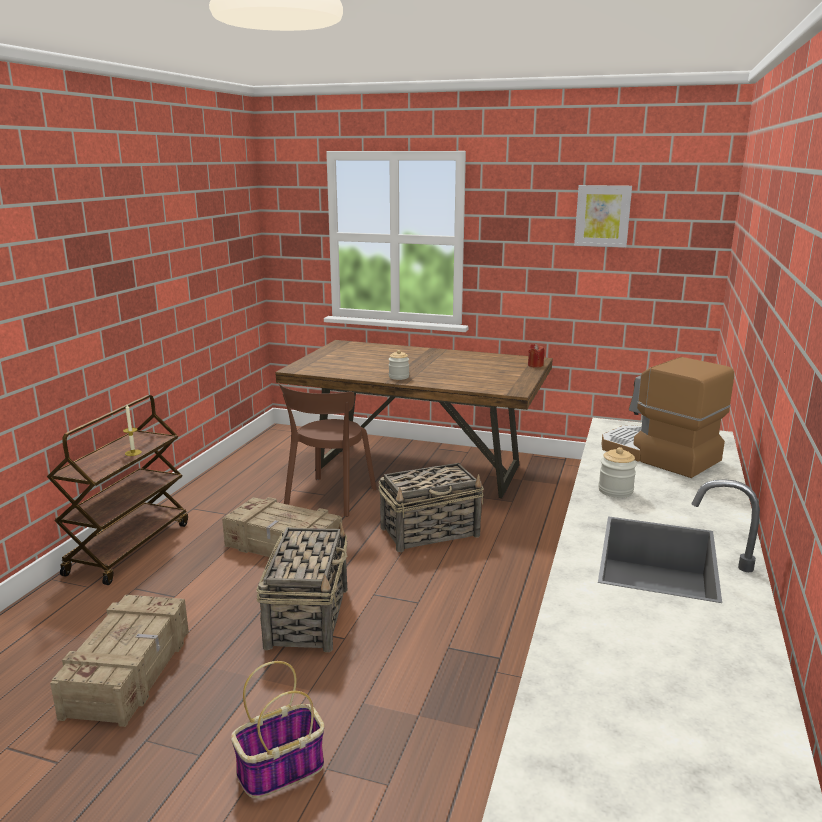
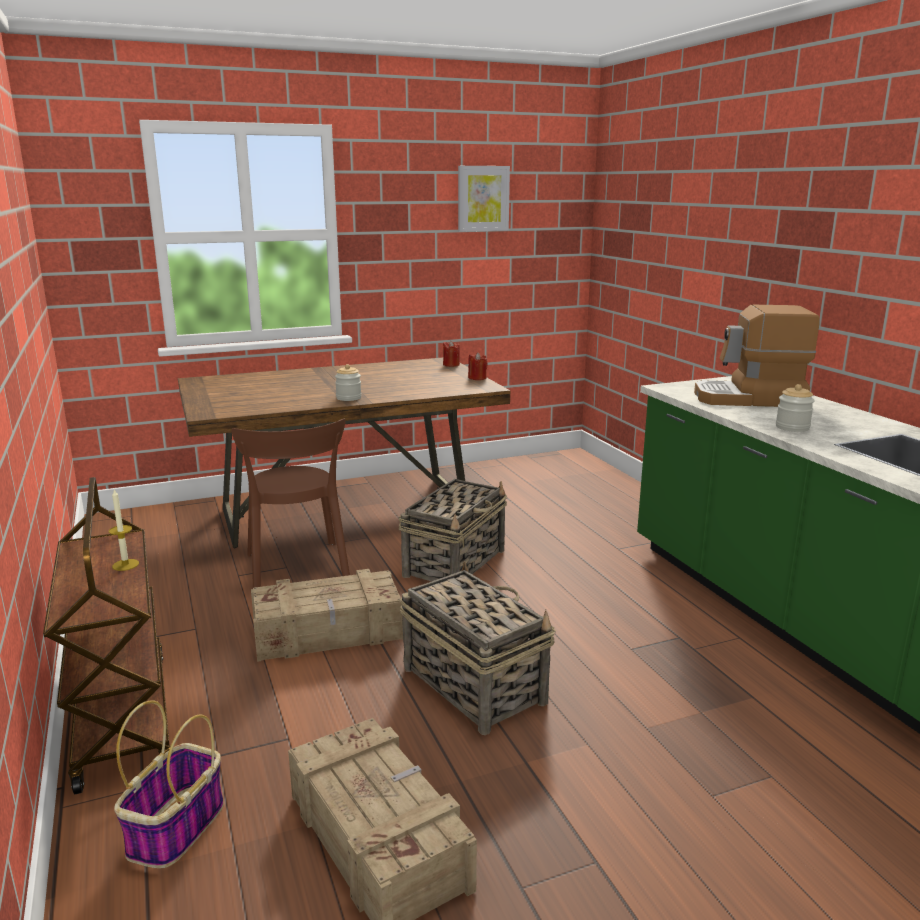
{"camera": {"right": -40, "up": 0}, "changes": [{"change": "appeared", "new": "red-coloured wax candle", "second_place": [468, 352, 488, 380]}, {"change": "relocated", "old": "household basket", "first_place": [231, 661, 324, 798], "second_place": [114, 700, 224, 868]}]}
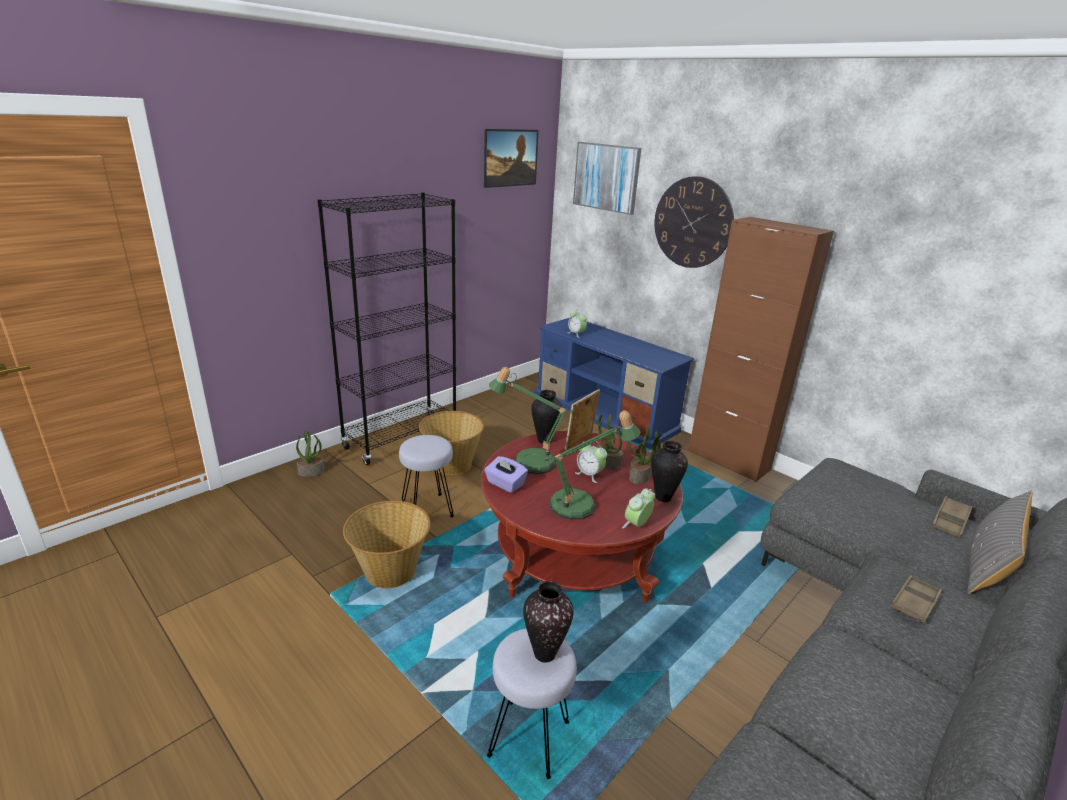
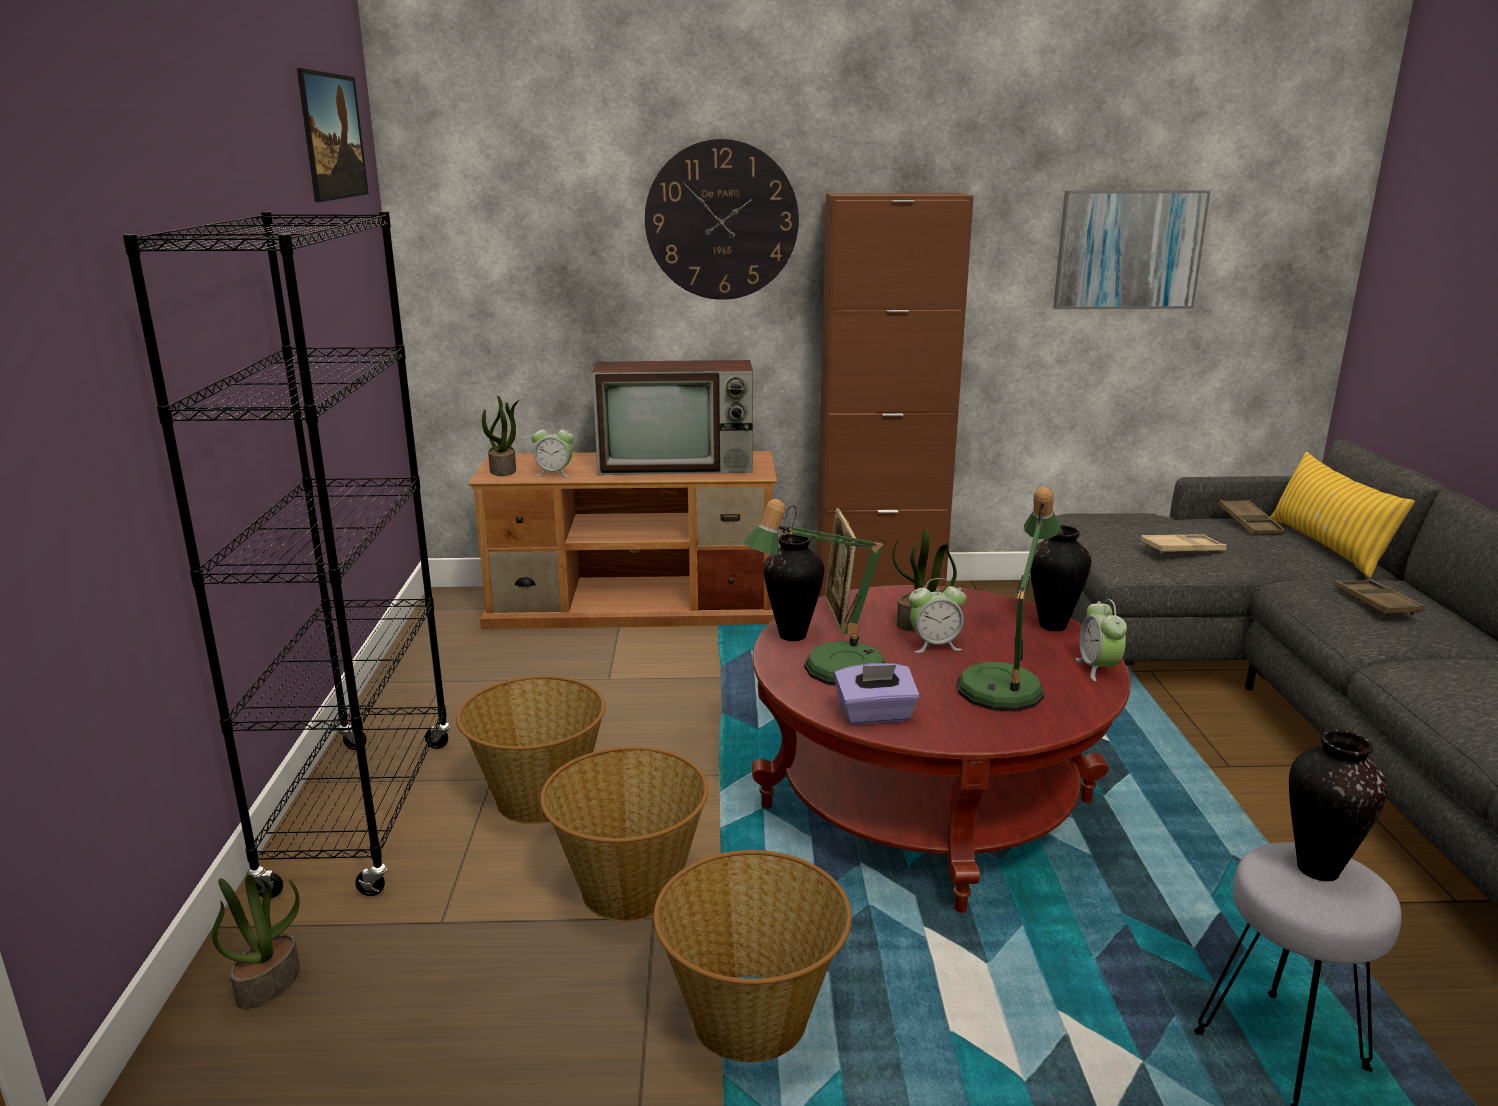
{"camera": {"right": -45, "up": -5}, "changes": [{"change": "appeared", "new": "TV set", "second_place": [592, 360, 753, 475]}, {"change": "appeared", "new": "sand-coloured tray", "second_place": [1140, 534, 1227, 554]}, {"change": "relocated", "old": "picture", "first_place": [573, 142, 641, 215], "second_place": [1053, 190, 1211, 309]}, {"change": "relocated", "old": "potted plant", "first_place": [628, 427, 662, 484], "second_place": [482, 396, 519, 476]}, {"change": "exchanged", "old": "greyish sitting stool", "new": "household basket", "first_place": [399, 435, 454, 517], "second_place": [540, 747, 709, 922]}, {"change": "colour", "old": "bluish tv stand", "new": "brownish tv stand", "first_place": [534, 318, 694, 449], "second_place": [468, 451, 777, 629]}, {"change": "colour", "old": "greyish pillow", "new": "yellowish pillow", "first_place": [967, 491, 1033, 594], "second_place": [1270, 452, 1415, 578]}]}
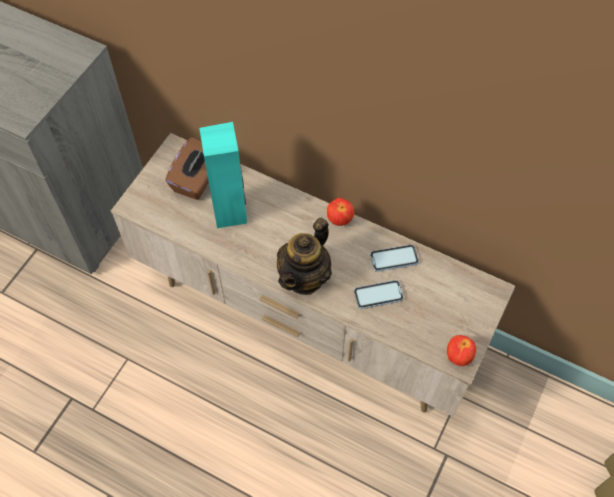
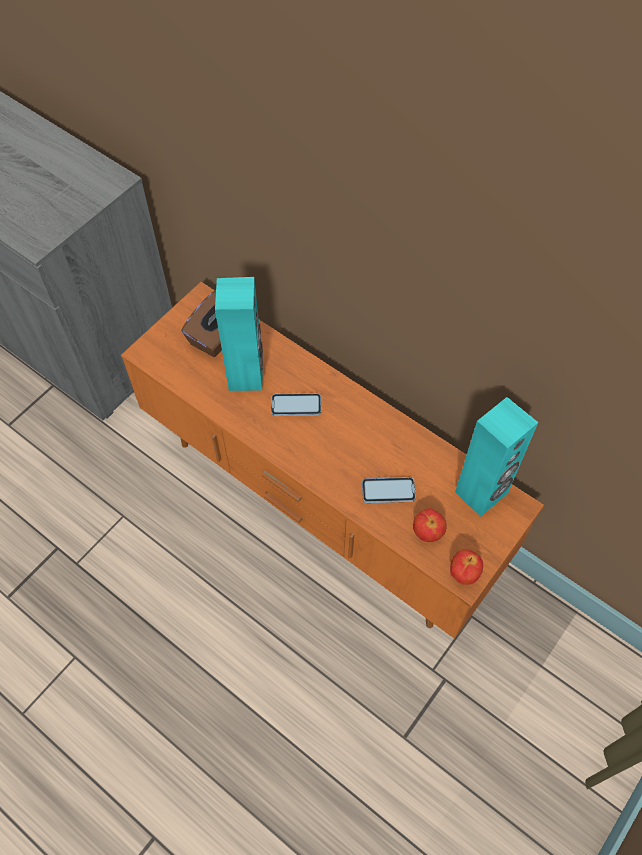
{"camera": {"right": 10, "up": 0}, "changes": [{"change": "missing", "old": "tea pot", "first_place": [277, 218, 332, 295]}, {"change": "appeared", "new": "turquoise speaker", "second_place": [455, 397, 538, 517]}, {"change": "relocated", "old": "apple", "first_place": [327, 198, 354, 226], "second_place": [413, 508, 447, 542]}, {"change": "relocated", "old": "handset", "first_place": [370, 245, 419, 272], "second_place": [271, 393, 321, 416]}, {"change": "colour", "old": "sand-coloured tv stand", "new": "orange-coloured tv stand", "first_place": [111, 133, 515, 417], "second_place": [121, 282, 544, 639]}]}
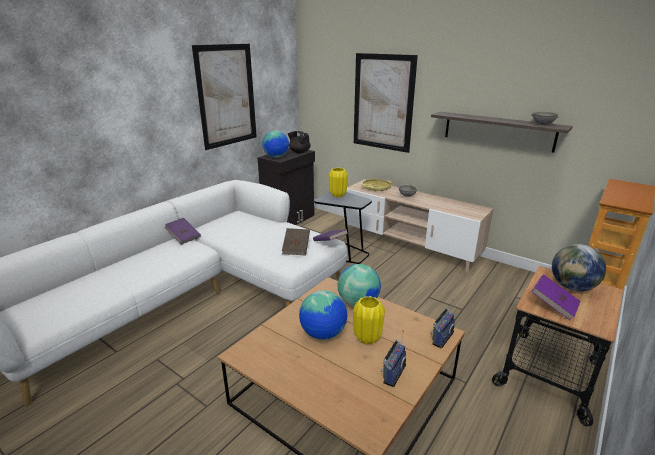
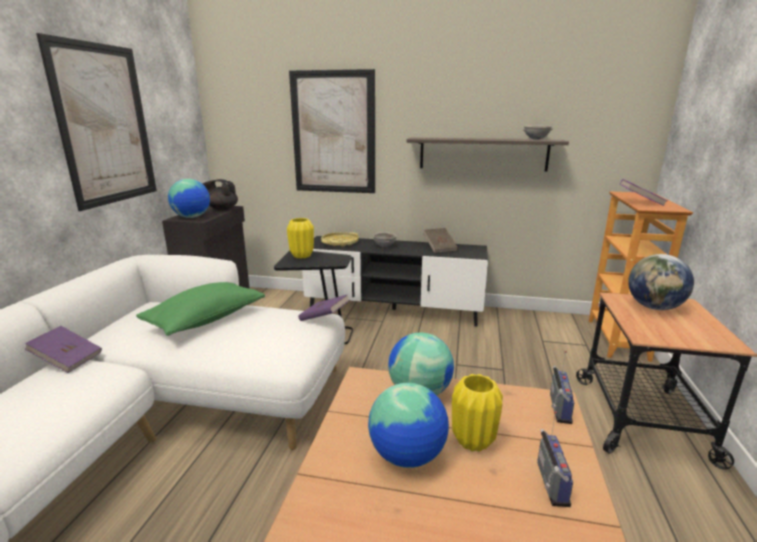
{"camera": {"right": -25, "up": -5}, "changes": [{"change": "appeared", "new": "green-coloured pillow", "second_place": [136, 282, 265, 336]}, {"change": "relocated", "old": "brownish book", "first_place": [282, 228, 310, 255], "second_place": [423, 228, 458, 253]}, {"change": "relocated", "old": "purple book", "first_place": [532, 274, 580, 320], "second_place": [620, 179, 668, 206]}, {"change": "colour", "old": "sand-coloured tv stand", "new": "black-coloured tv stand", "first_place": [344, 179, 493, 273], "second_place": [302, 236, 488, 326]}]}
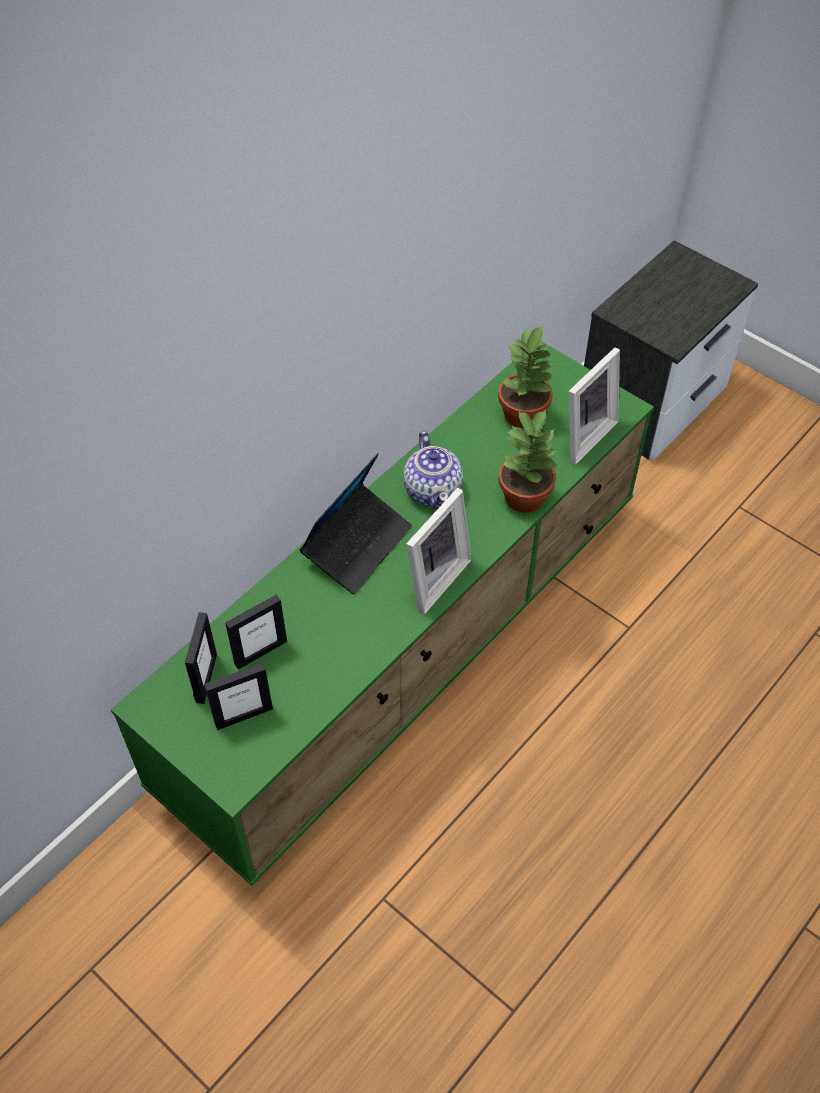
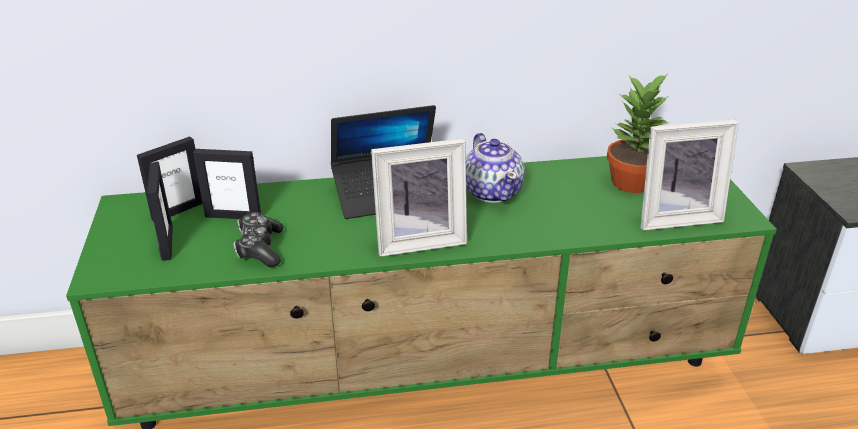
{"camera": {"right": 40, "up": -20}, "changes": [{"change": "missing", "old": "potted plant", "first_place": [498, 409, 560, 513]}, {"change": "appeared", "new": "game controller", "second_place": [233, 212, 284, 267]}, {"change": "spun", "old": "standing frame", "first_place": [204, 663, 273, 730], "second_place": [147, 162, 173, 261], "degrees": -120}, {"change": "spun", "old": "tea pot", "first_place": [403, 431, 463, 510], "second_place": [466, 133, 525, 203], "degrees": -45}]}
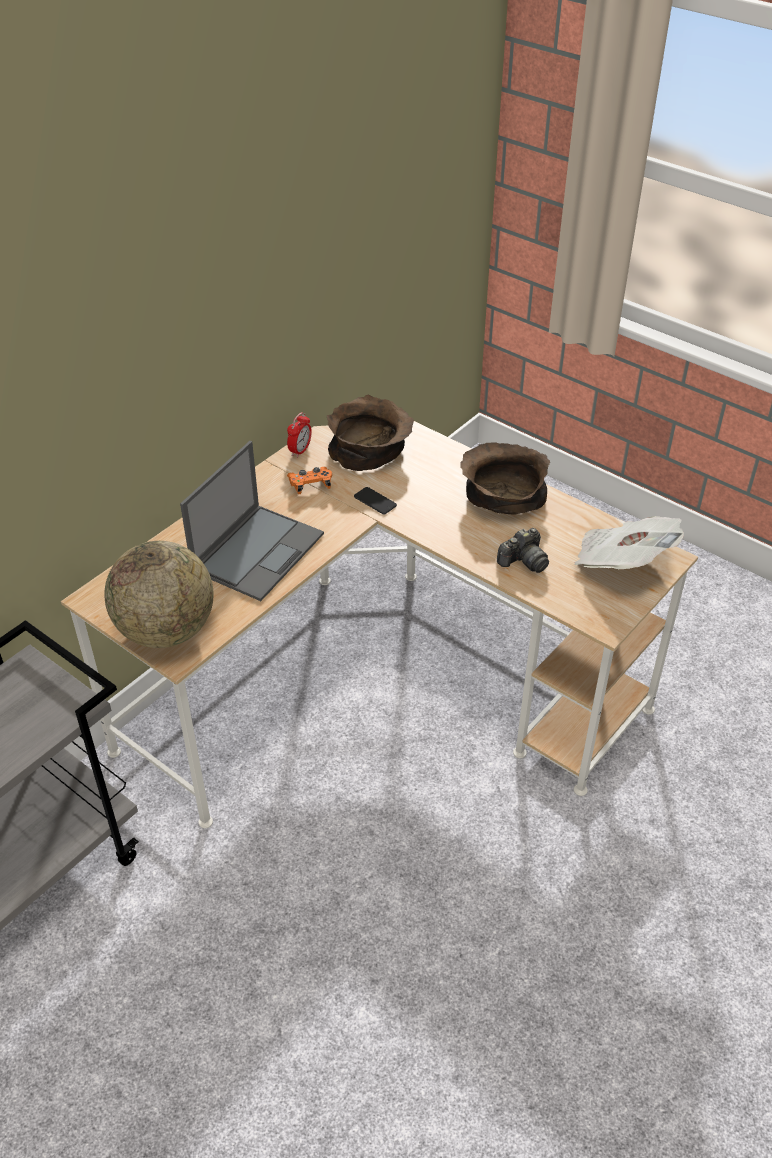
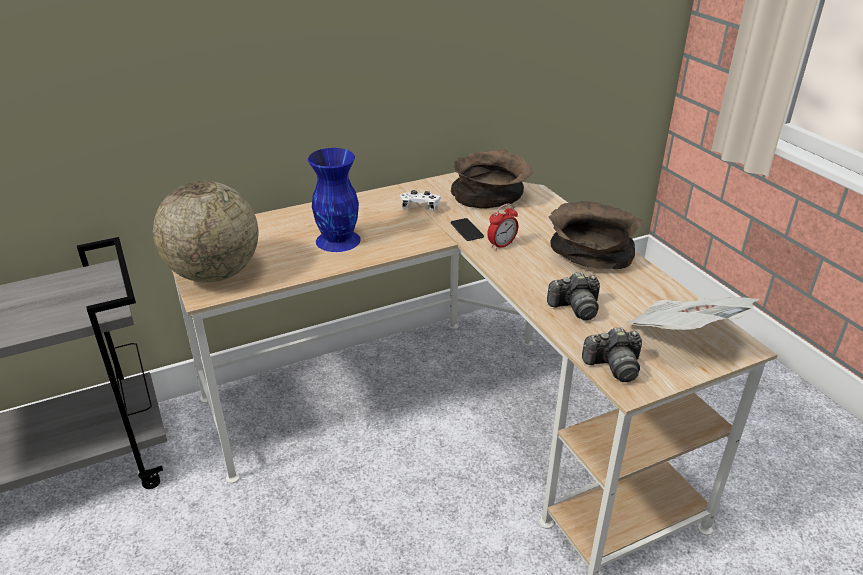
{"camera": {"right": 25, "up": -10}, "changes": [{"change": "appeared", "new": "still camera", "second_place": [582, 327, 642, 382]}, {"change": "relocated", "old": "alarm clock", "first_place": [287, 412, 312, 458], "second_place": [487, 204, 518, 250]}, {"change": "exchanged", "old": "laptop", "new": "bluish decorative vase", "first_place": [180, 441, 324, 601], "second_place": [308, 148, 361, 252]}, {"change": "colour", "old": "orange-coloured game controller", "new": "white game controller", "first_place": [287, 467, 332, 494], "second_place": [400, 190, 441, 212]}]}
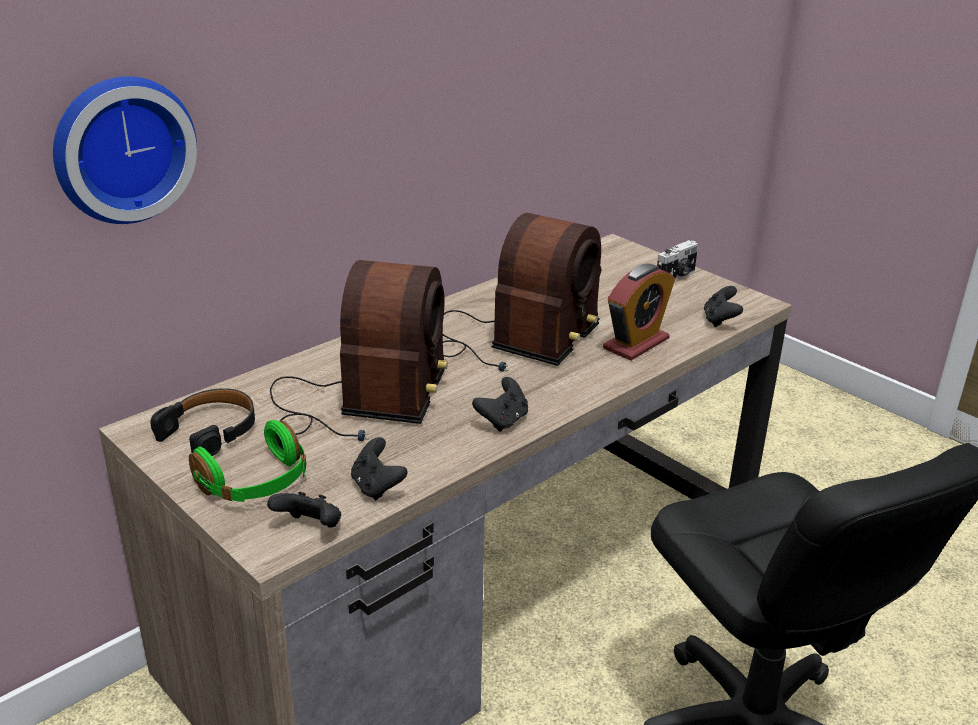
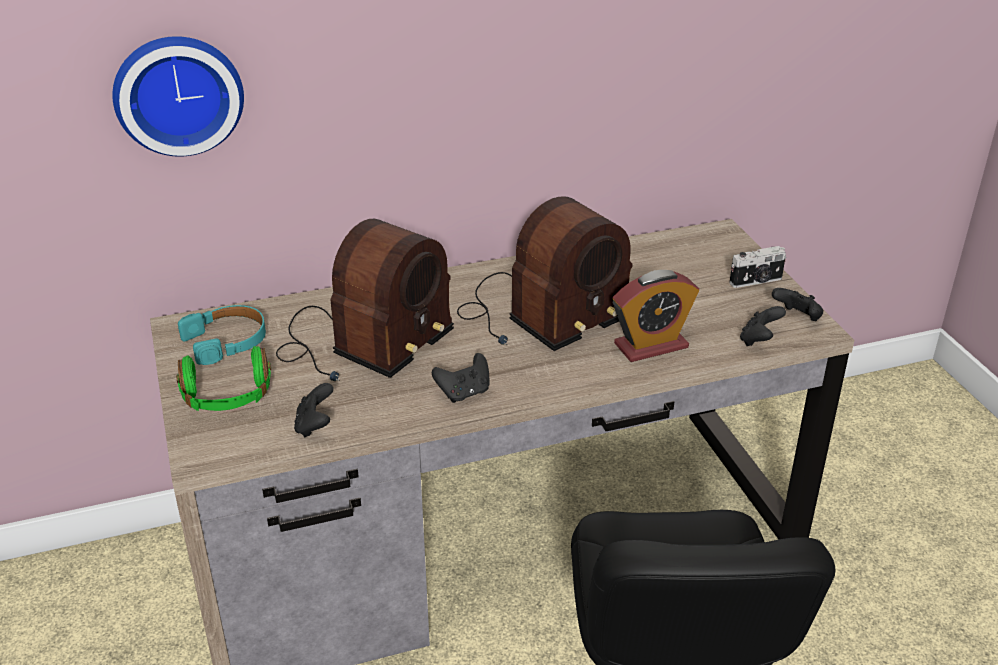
{"camera": {"right": 25, "up": 5}, "changes": [{"change": "relocated", "old": "black-coloured game controller", "first_place": [267, 492, 341, 528], "second_place": [772, 288, 823, 321]}, {"change": "colour", "old": "black-coloured headphones", "new": "turquoise headphones", "first_place": [150, 388, 255, 456], "second_place": [178, 305, 266, 365]}]}
